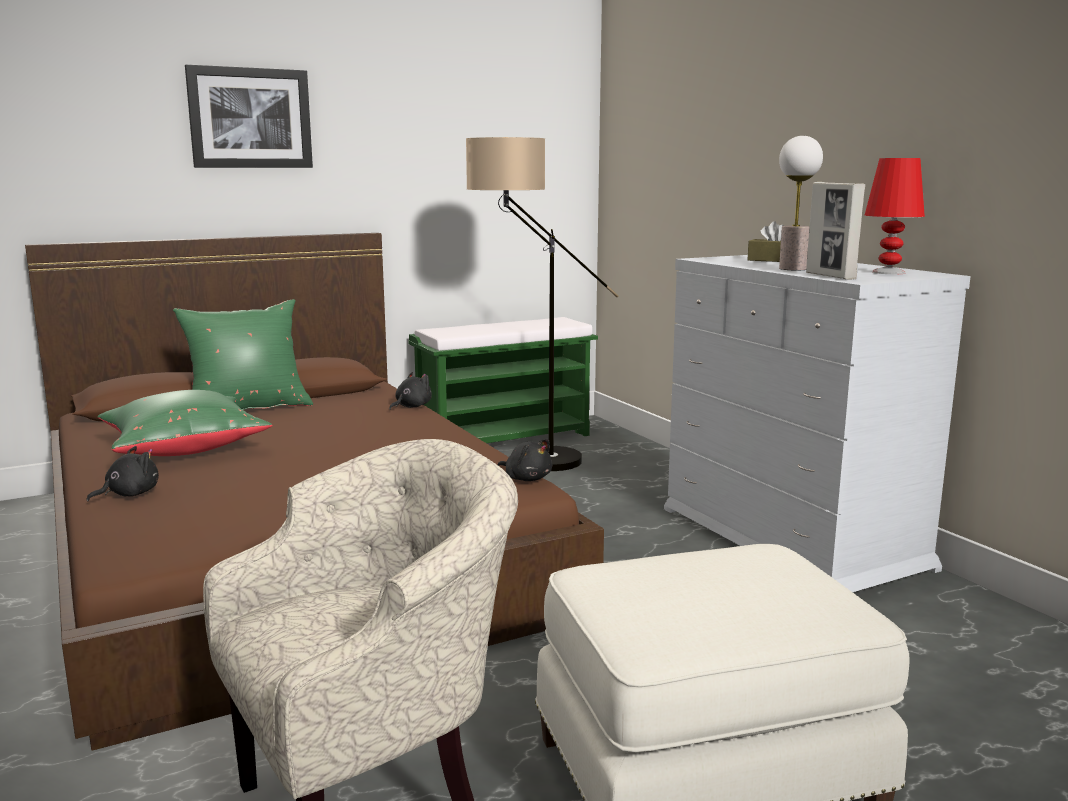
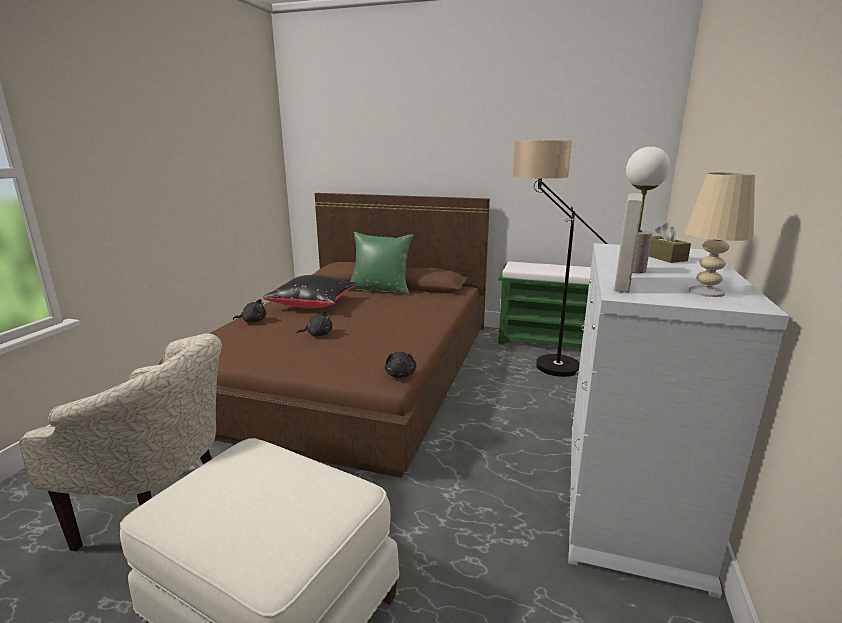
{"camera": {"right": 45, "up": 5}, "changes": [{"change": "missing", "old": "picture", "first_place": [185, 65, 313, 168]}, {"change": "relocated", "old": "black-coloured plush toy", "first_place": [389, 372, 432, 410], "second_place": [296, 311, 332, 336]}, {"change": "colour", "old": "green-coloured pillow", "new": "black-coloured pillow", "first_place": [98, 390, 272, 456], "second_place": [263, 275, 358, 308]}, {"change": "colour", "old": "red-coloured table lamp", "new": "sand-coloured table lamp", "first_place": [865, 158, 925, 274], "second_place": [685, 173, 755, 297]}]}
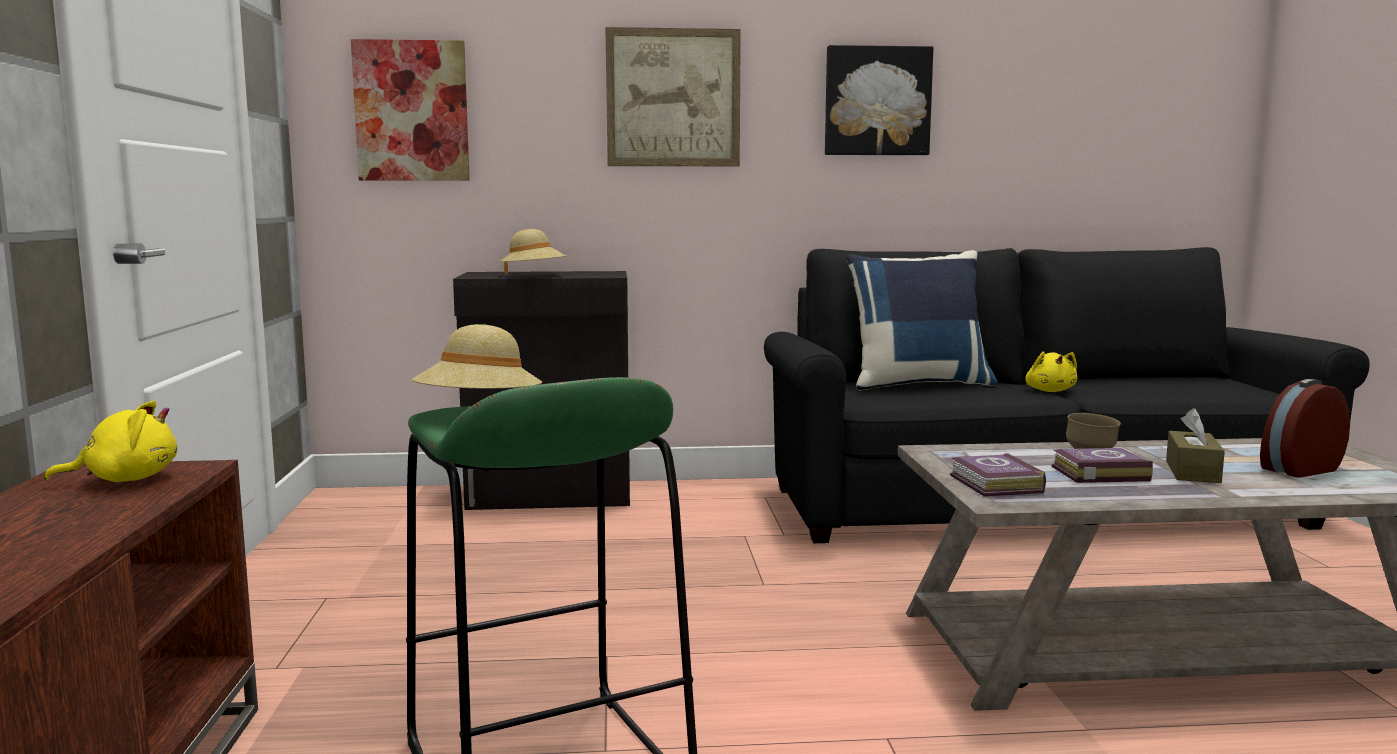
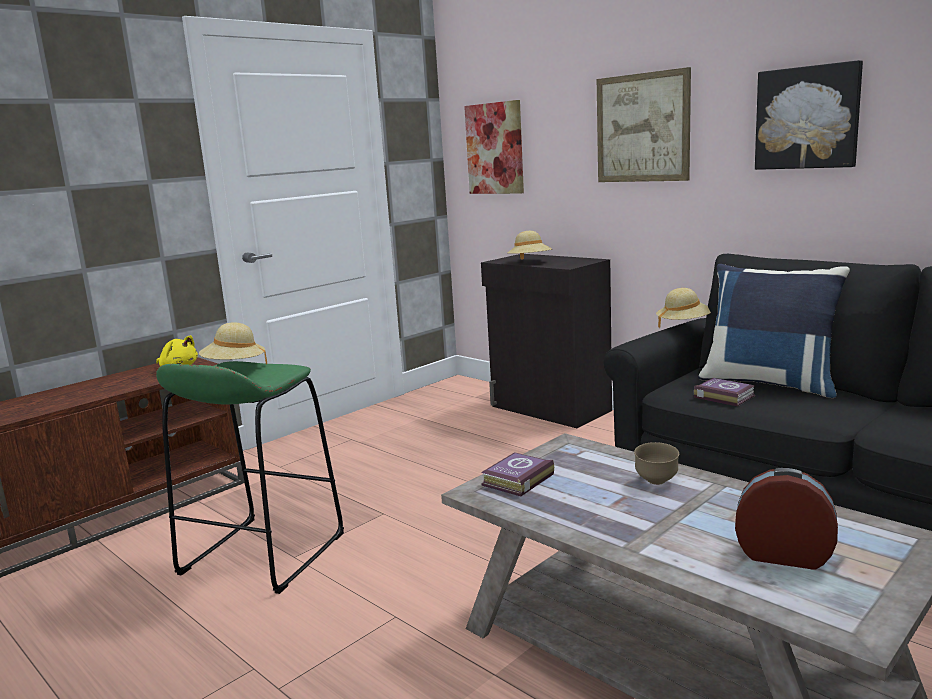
{"camera": {"right": 50, "up": 5}, "changes": [{"change": "missing", "old": "yellowish plush toy", "first_place": [1025, 351, 1078, 392]}, {"change": "missing", "old": "brownish box of tissues", "first_place": [1166, 408, 1225, 483]}, {"change": "appeared", "new": "sand-coloured clothing hat", "second_place": [656, 288, 711, 328]}, {"change": "relocated", "old": "book", "first_place": [1052, 448, 1153, 483], "second_place": [694, 378, 755, 406]}]}
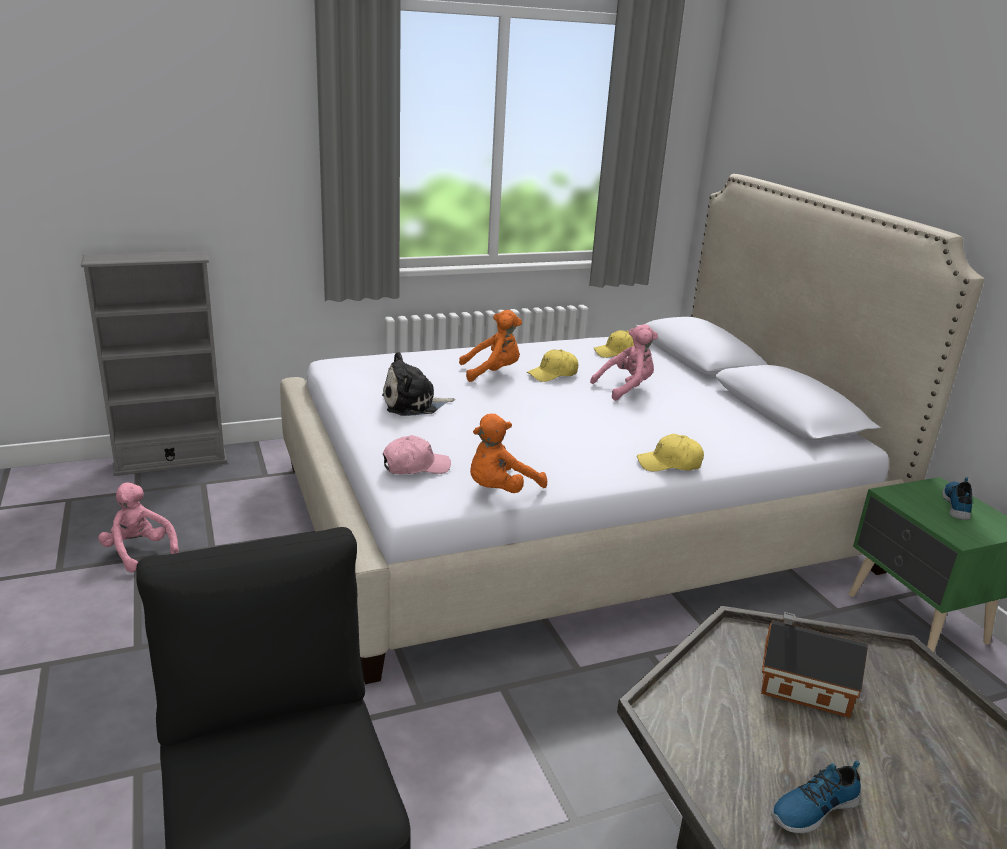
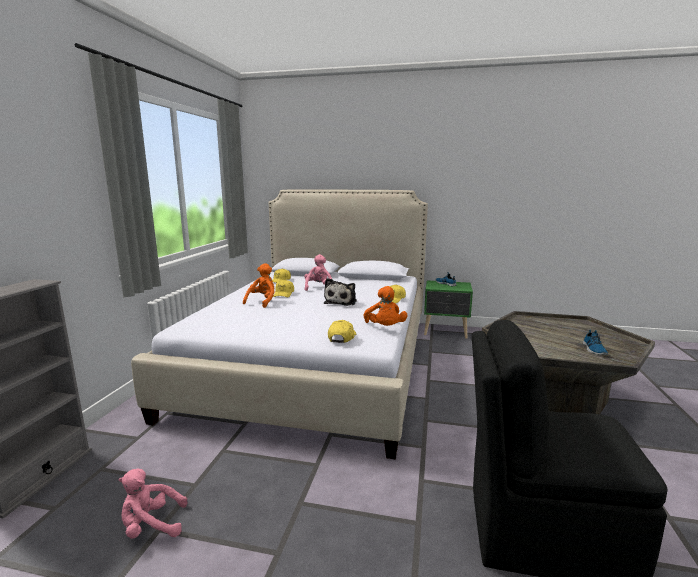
{"camera": {"right": -55, "up": -10}, "changes": [{"change": "missing", "old": "miniature house", "first_place": [761, 612, 868, 718]}, {"change": "relocated", "old": "plush toy", "first_place": [382, 352, 455, 416], "second_place": [324, 278, 357, 306]}, {"change": "colour", "old": "pinkish baseball cap", "new": "yellowish baseball cap", "first_place": [383, 435, 451, 474], "second_place": [328, 320, 356, 343]}]}
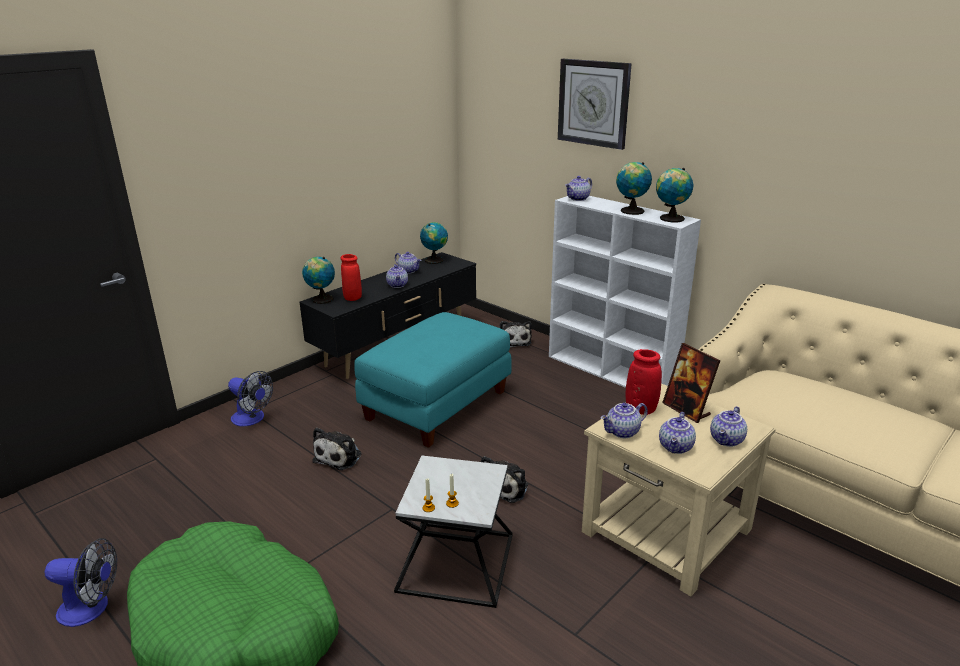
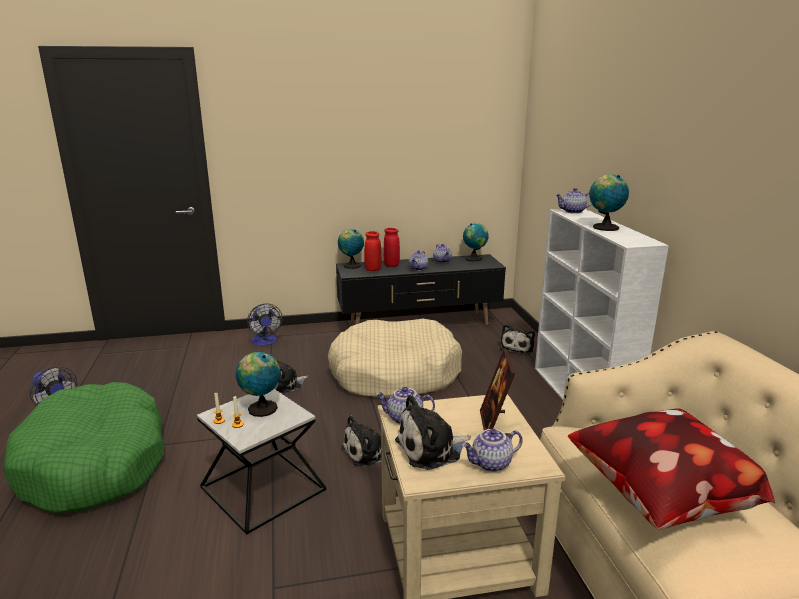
{"camera": {"right": 35, "up": -5}, "changes": [{"change": "missing", "old": "wall clock", "first_place": [558, 59, 632, 150]}, {"change": "appeared", "new": "pillow", "second_place": [568, 408, 776, 530]}, {"change": "relocated", "old": "red-coloured decorative vase", "first_place": [626, 349, 662, 415], "second_place": [384, 228, 400, 267]}, {"change": "relocated", "old": "globe", "first_place": [656, 168, 693, 222], "second_place": [236, 352, 280, 417]}, {"change": "exchanged", "old": "turquoise pouffe", "new": "sand-coloured dog cushion", "first_place": [354, 312, 511, 448], "second_place": [328, 319, 462, 399]}, {"change": "exchanged", "old": "tea pot", "new": "plush toy", "first_place": [659, 412, 696, 454], "second_place": [395, 395, 471, 470]}]}
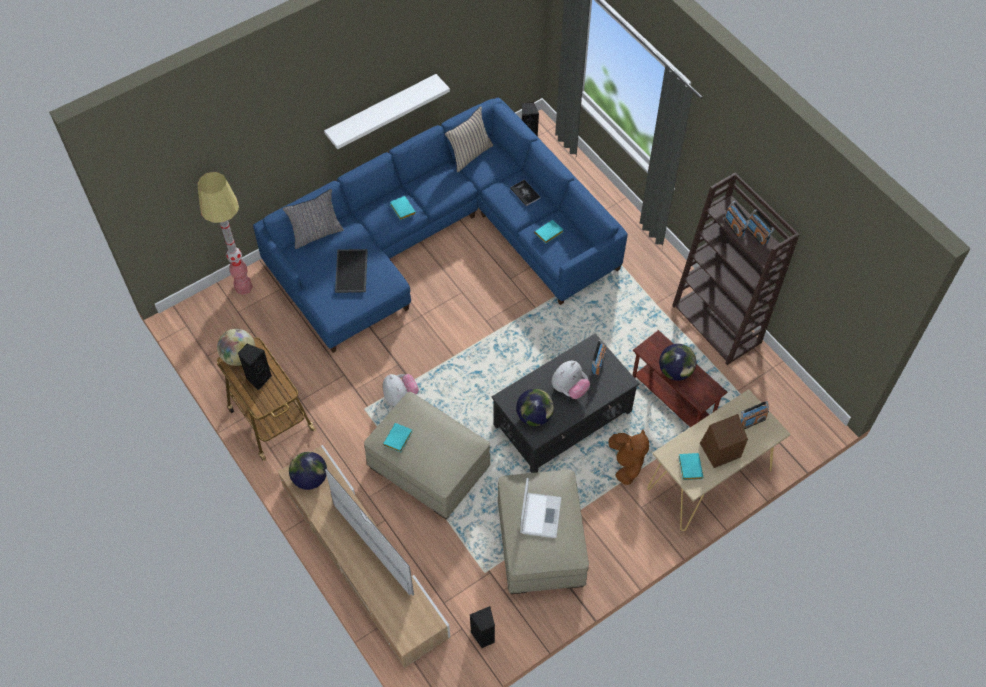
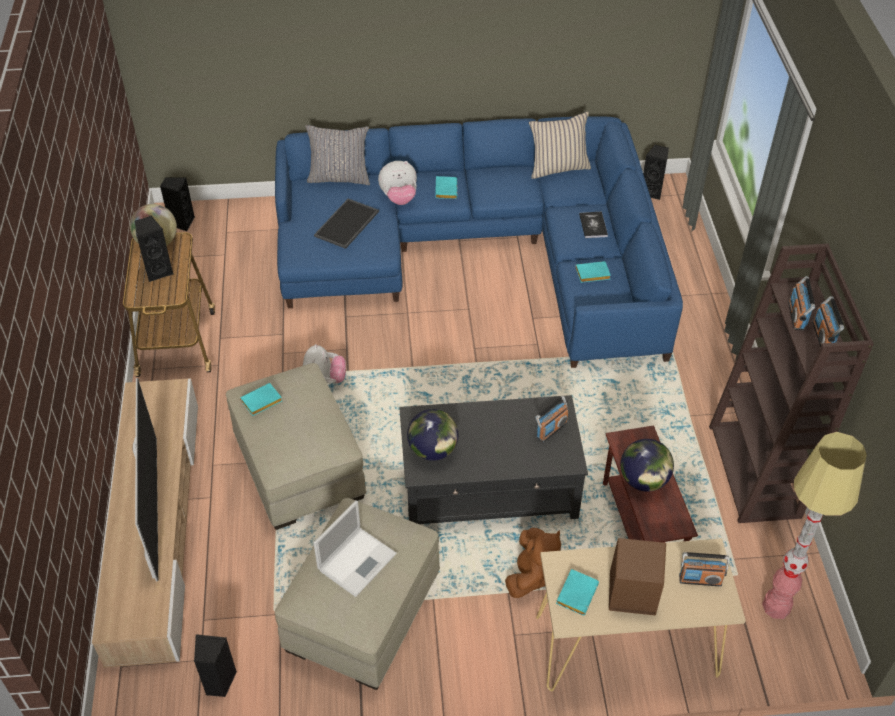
{"camera": {"right": 30, "up": -10}, "changes": [{"change": "missing", "old": "globe", "first_place": [289, 452, 327, 490]}, {"change": "missing", "old": "white bracket shelf", "first_place": [324, 74, 450, 149]}, {"change": "appeared", "new": "black-coloured speaker", "second_place": [160, 177, 195, 231]}, {"change": "relocated", "old": "floor lamp", "first_place": [197, 172, 253, 295], "second_place": [762, 432, 867, 619]}, {"change": "relocated", "old": "plush toy", "first_place": [551, 361, 590, 399], "second_place": [378, 161, 417, 205]}]}
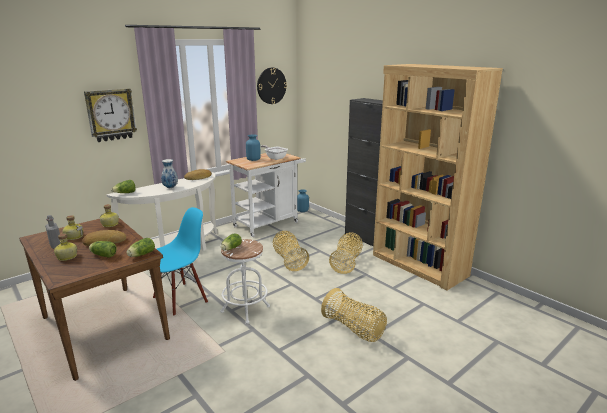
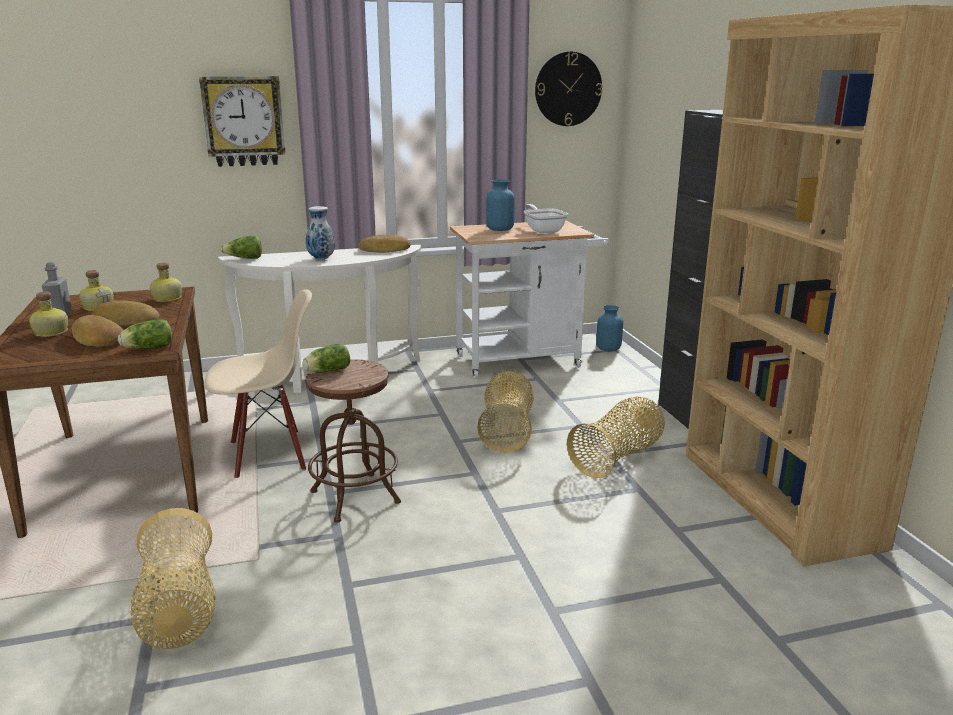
{"camera": {"right": 25, "up": 0}, "changes": [{"change": "relocated", "old": "household basket", "first_place": [321, 288, 387, 342], "second_place": [131, 508, 216, 649]}, {"change": "exchanged", "old": "head of lettuce", "new": "baked bread", "first_place": [89, 241, 117, 258], "second_place": [72, 315, 123, 347]}, {"change": "colour", "old": "bluish chair", "new": "sand-coloured chair", "first_place": [153, 207, 208, 316], "second_place": [205, 289, 312, 478]}, {"change": "colour", "old": "white sitting stool", "new": "brownish sitting stool", "first_place": [221, 239, 270, 324], "second_place": [306, 359, 401, 523]}]}
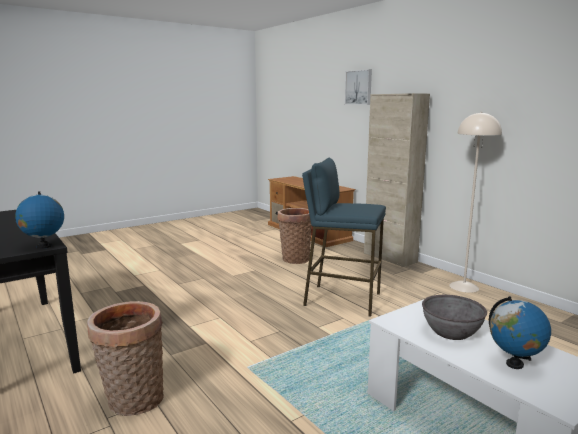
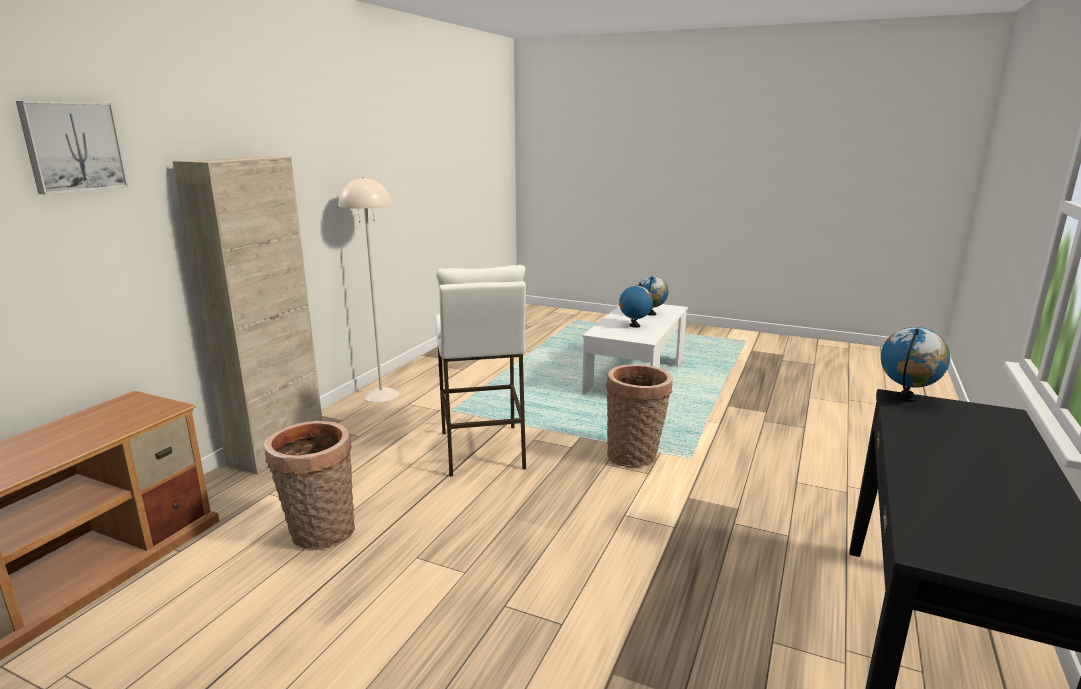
{"camera": {"right": -120, "up": 5}, "changes": [{"change": "relocated", "old": "household basket", "first_place": [87, 301, 164, 416], "second_place": [606, 364, 673, 467]}, {"change": "exchanged", "old": "greyish serving bowl", "new": "globe", "first_place": [422, 295, 487, 340], "second_place": [619, 283, 653, 328]}, {"change": "colour", "old": "bluish sitting stool", "new": "white sitting stool", "first_place": [302, 158, 386, 316], "second_place": [435, 265, 526, 477]}]}
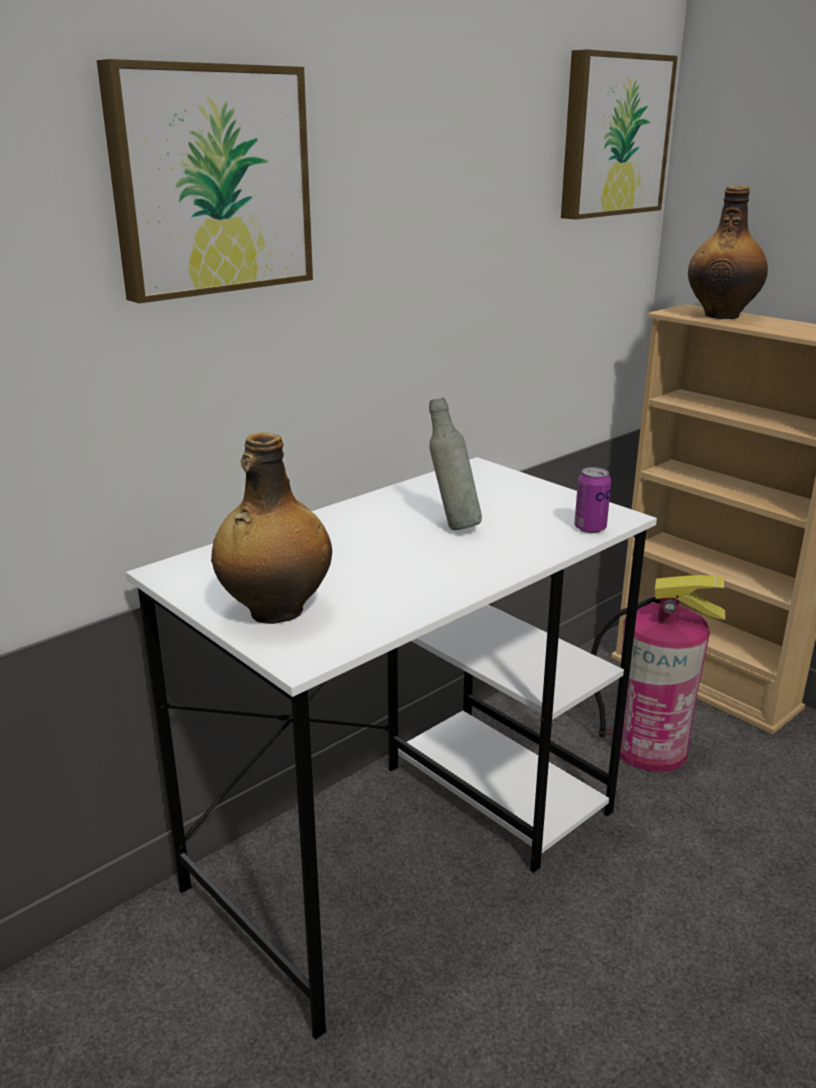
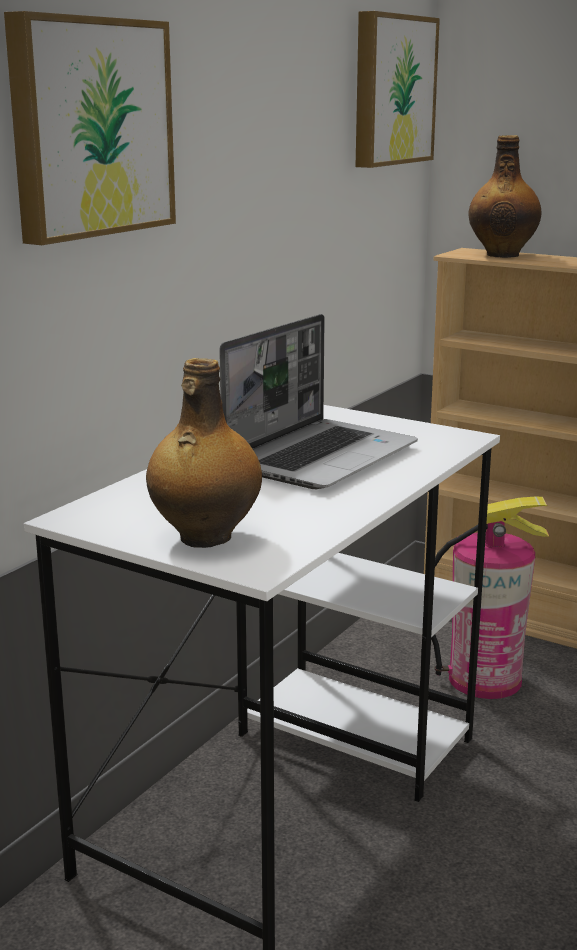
{"camera": {"right": -15, "up": -5}, "changes": [{"change": "missing", "old": "metal can", "first_place": [574, 467, 611, 533]}, {"change": "exchanged", "old": "greyish bottle", "new": "laptop", "first_place": [429, 397, 482, 530], "second_place": [219, 314, 418, 489]}]}
